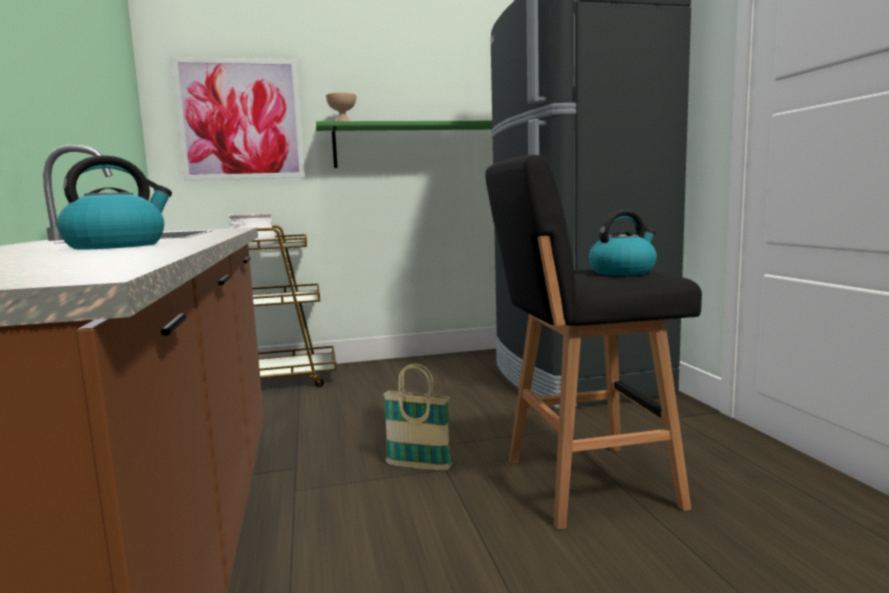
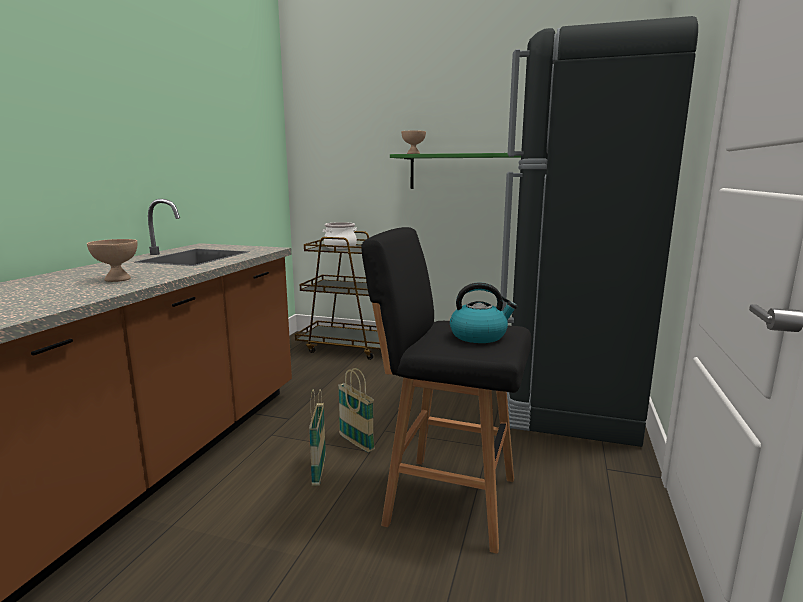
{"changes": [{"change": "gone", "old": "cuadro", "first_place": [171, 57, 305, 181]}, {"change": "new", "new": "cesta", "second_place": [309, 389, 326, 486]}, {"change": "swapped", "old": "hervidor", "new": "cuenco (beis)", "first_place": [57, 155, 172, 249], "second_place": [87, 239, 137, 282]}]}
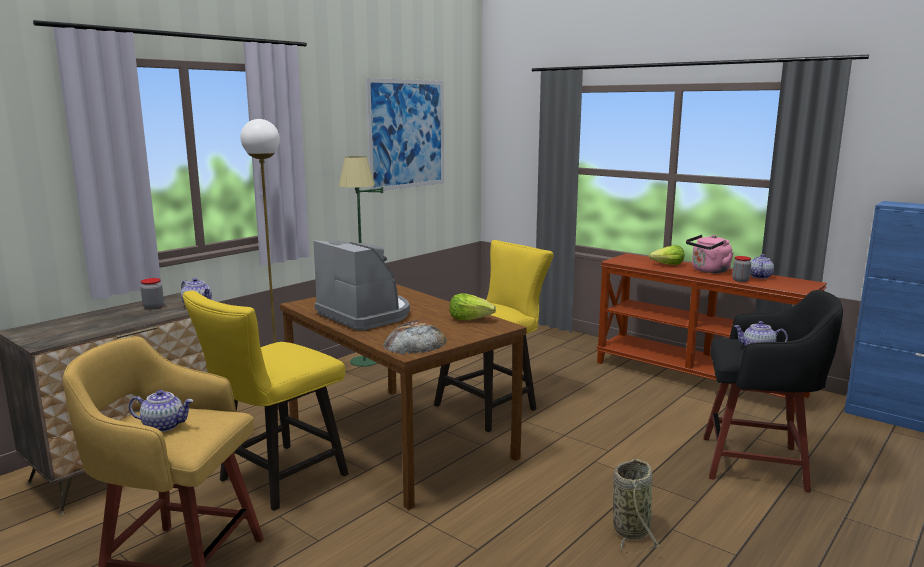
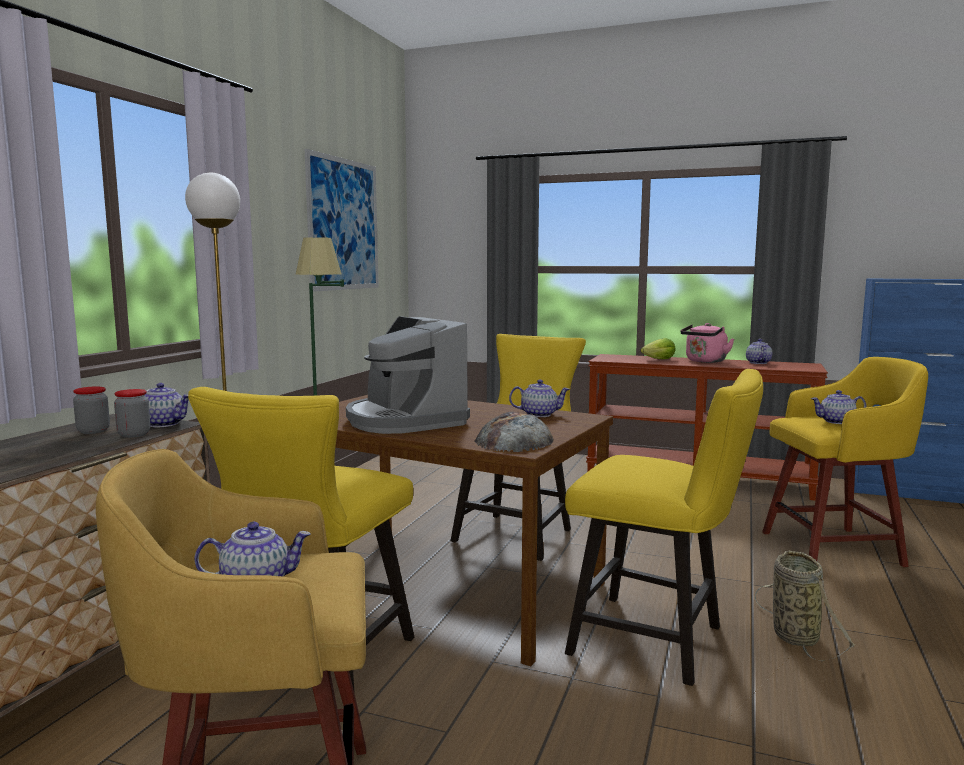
{"changes": [{"change": "new", "new": "silla (amarillo)", "second_place": [565, 369, 763, 686]}, {"change": "shifted", "old": "tarro", "first_place": [732, 256, 751, 282], "second_place": [114, 389, 150, 438]}, {"change": "swapped", "old": "lechuga", "new": "tetera", "first_place": [450, 293, 496, 320], "second_place": [509, 380, 570, 417]}, {"change": "repainted", "old": "taburete (negro)", "new": "taburete (amarillo)", "first_place": [704, 290, 843, 492], "second_place": [762, 357, 928, 567]}, {"change": "rotated", "old": "cafetera", "first_place": [313, 240, 410, 330], "second_place": [346, 316, 470, 434], "degrees": -150}]}
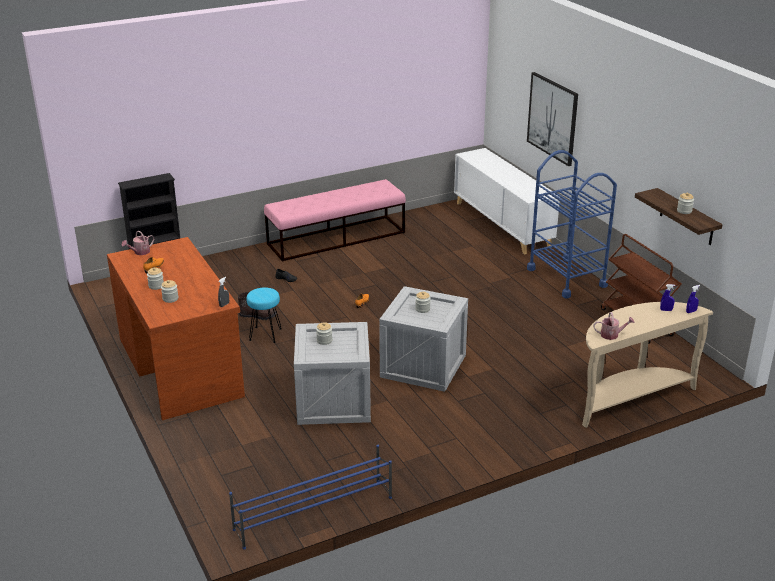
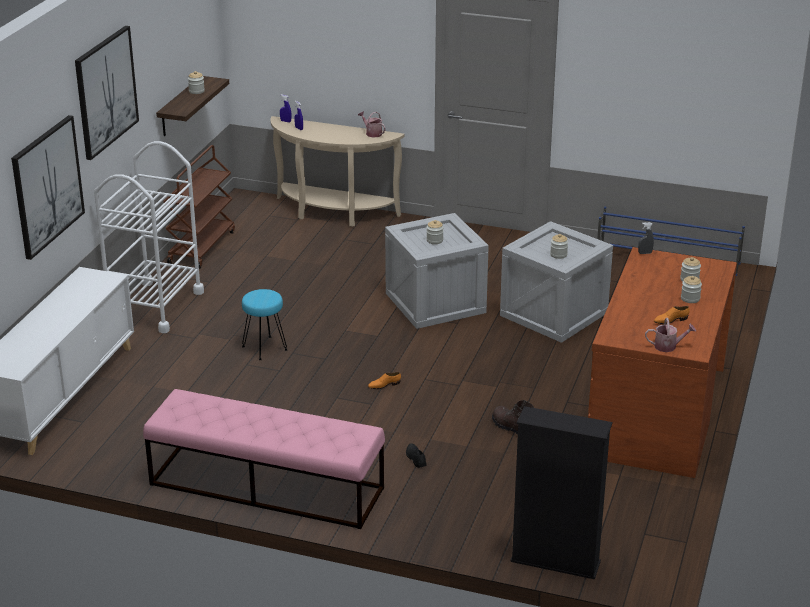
{"changes": [{"change": "new", "new": "cuadro", "second_place": [75, 26, 139, 160]}, {"change": "shifted", "old": "taburete (turquesa)", "first_place": [246, 287, 282, 343], "second_place": [242, 289, 288, 360]}, {"change": "repainted", "old": "carrito (azul)", "new": "carrito (blanco)", "first_place": [527, 150, 617, 298], "second_place": [94, 141, 204, 333]}]}
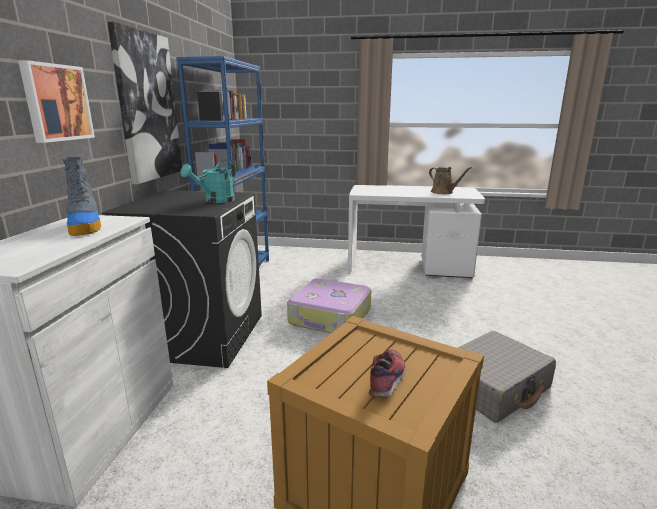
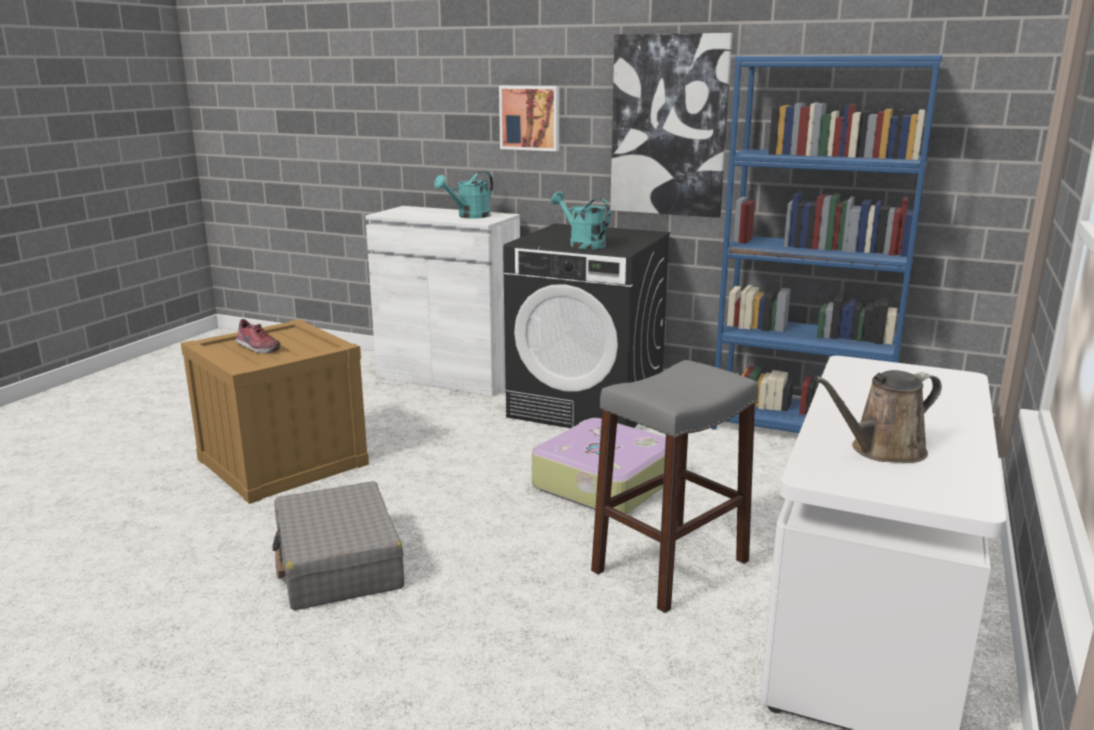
{"changes": [{"change": "new", "new": "taburete (gris)", "second_place": [591, 360, 758, 613]}, {"change": "swapped", "old": "bota", "new": "regadera (turquesa)", "first_place": [62, 157, 101, 236], "second_place": [434, 171, 493, 218]}]}
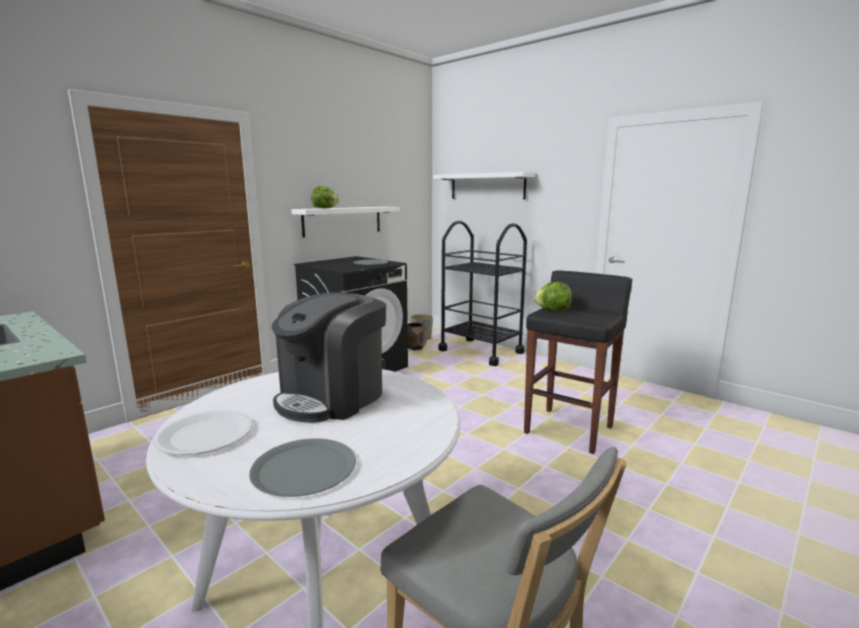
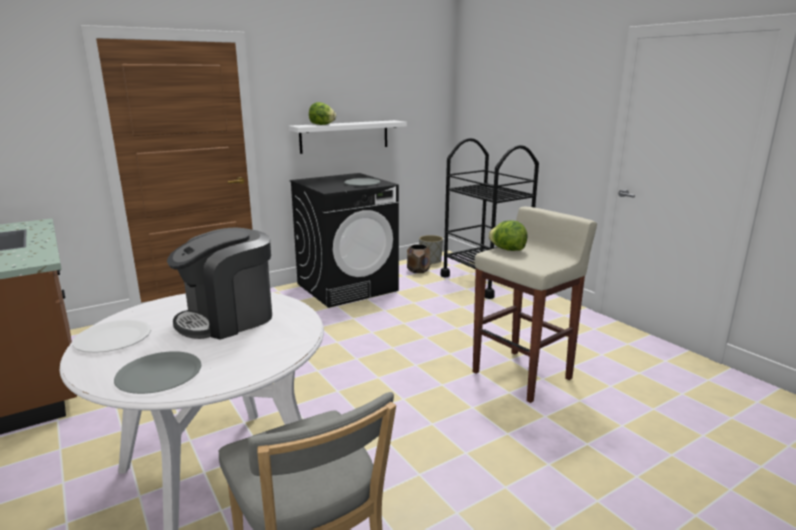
{"changes": [{"change": "gone", "old": "estante (blanco)", "first_place": [434, 172, 535, 199]}, {"change": "repainted", "old": "taburete (negro)", "new": "taburete (beis)", "first_place": [524, 270, 632, 454], "second_place": [473, 207, 597, 403]}]}
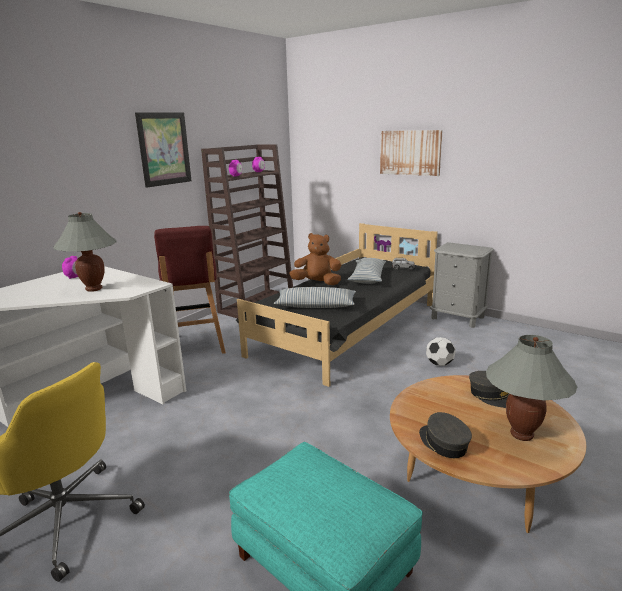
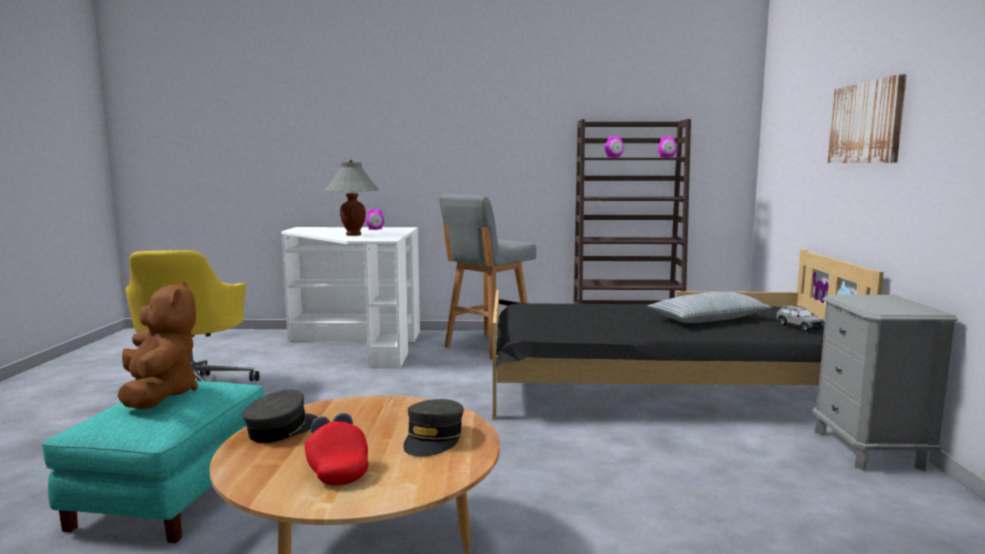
{"changes": [{"change": "gone", "old": "cuadro", "first_place": [135, 112, 191, 188]}, {"change": "gone", "old": "cojín", "first_place": [274, 287, 356, 308]}, {"change": "gone", "old": "balón de fútbol", "first_place": [426, 337, 456, 366]}, {"change": "shifted", "old": "peluche (marrón)", "first_place": [289, 233, 341, 285], "second_place": [118, 281, 198, 409]}, {"change": "swapped", "old": "lámpara de mesa (gris)", "new": "gorra (rojo)", "first_place": [486, 335, 577, 441], "second_place": [305, 413, 369, 485]}, {"change": "repainted", "old": "taburete (rojo)", "new": "taburete (gris)", "first_place": [154, 226, 226, 354], "second_place": [439, 194, 536, 359]}]}
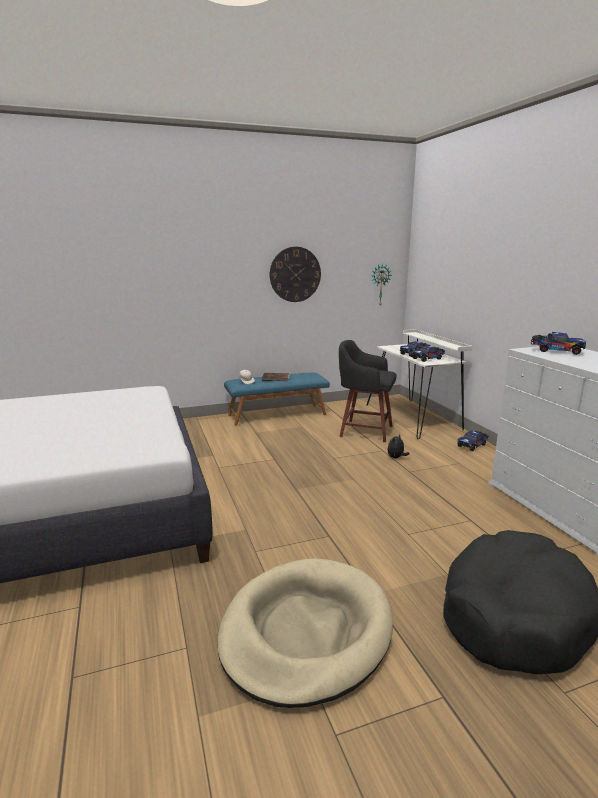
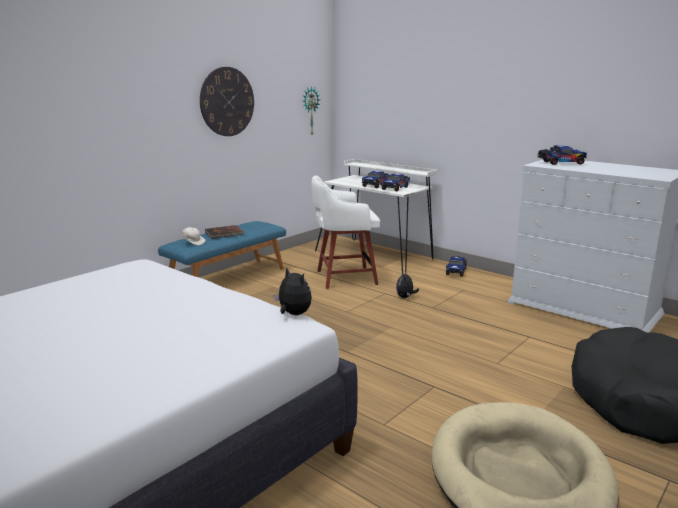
{"changes": [{"change": "new", "new": "peluche", "second_place": [273, 268, 312, 315]}, {"change": "repainted", "old": "taburete (negro)", "new": "taburete (blanco)", "first_place": [339, 340, 397, 442], "second_place": [311, 176, 380, 289]}]}
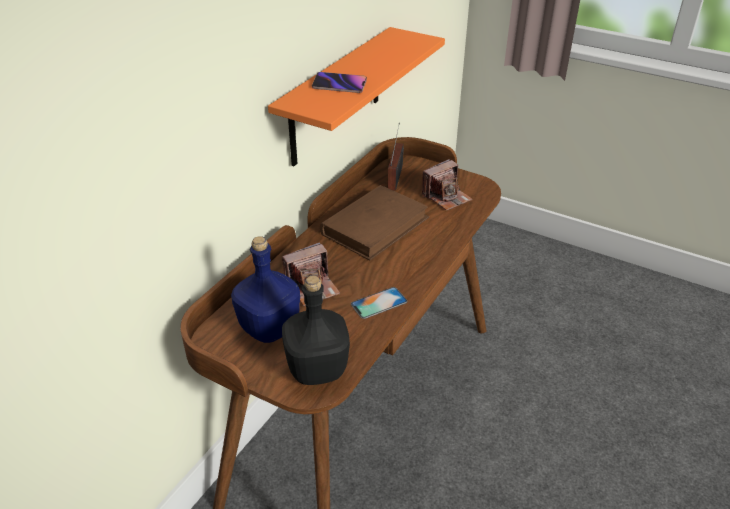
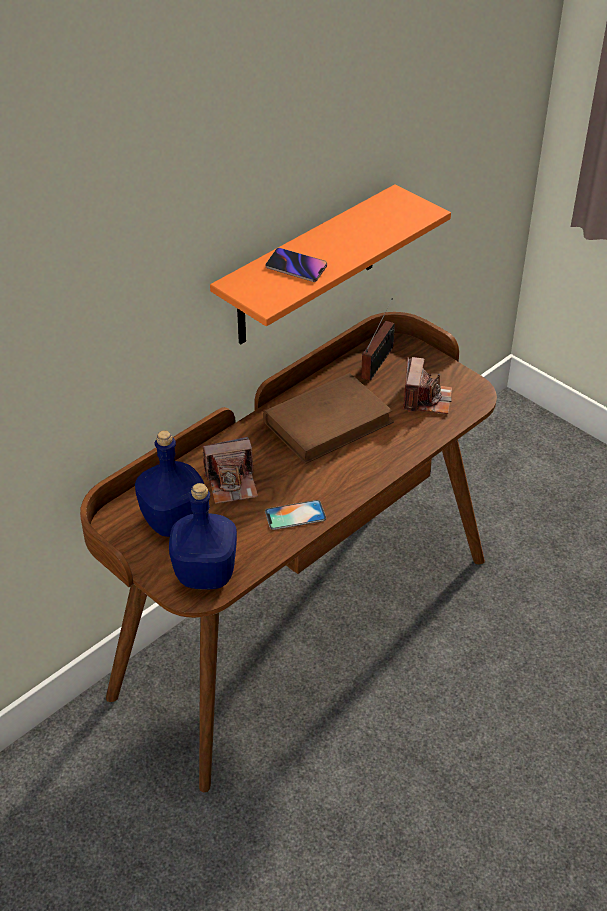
{"changes": [{"change": "repainted", "old": "botella (negro)", "new": "botella (azul)", "first_place": [282, 275, 350, 385], "second_place": [169, 483, 237, 590]}, {"change": "rotated", "old": "cámara", "first_place": [422, 159, 472, 211], "second_place": [403, 357, 452, 414], "degrees": -60}]}
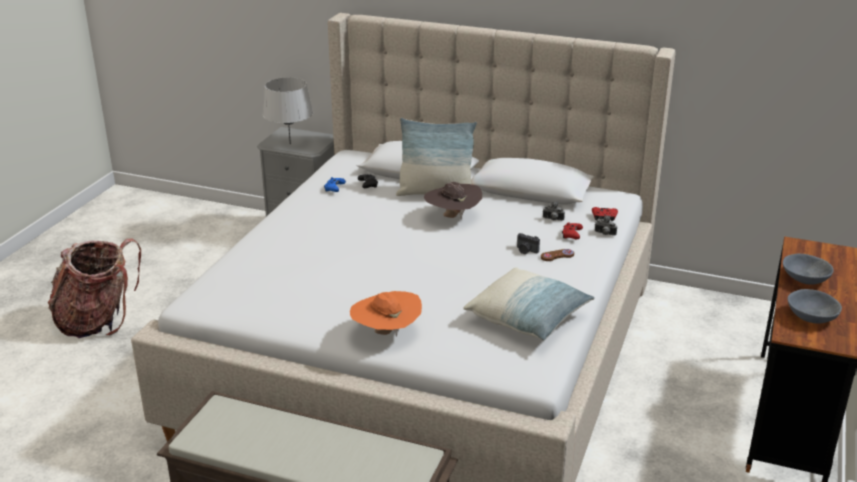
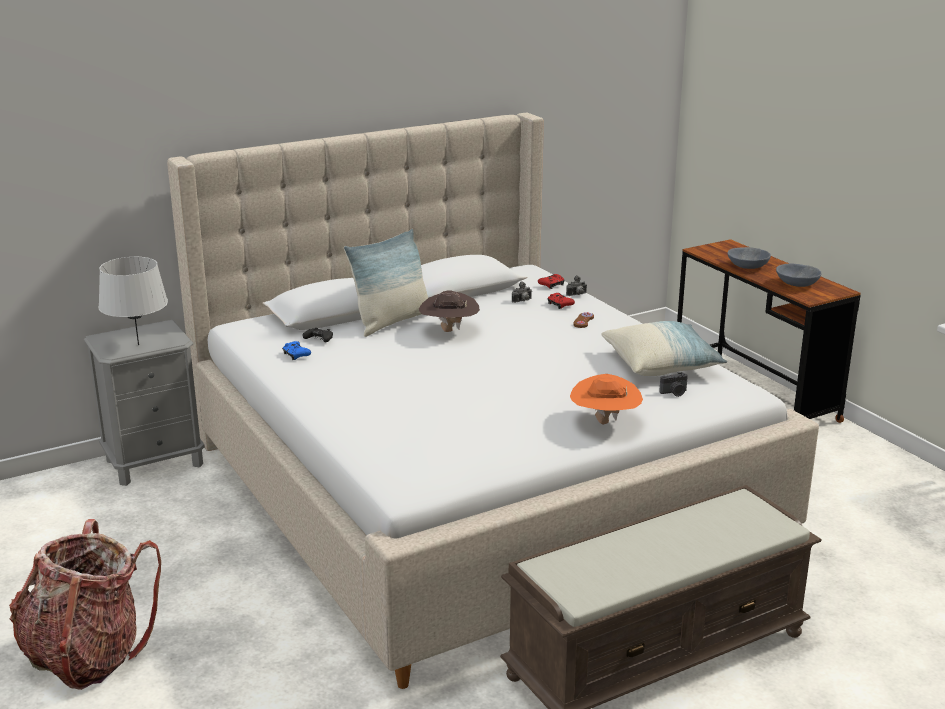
{"changes": [{"change": "shifted", "old": "cámara", "first_place": [517, 233, 540, 254], "second_place": [659, 372, 688, 397]}]}
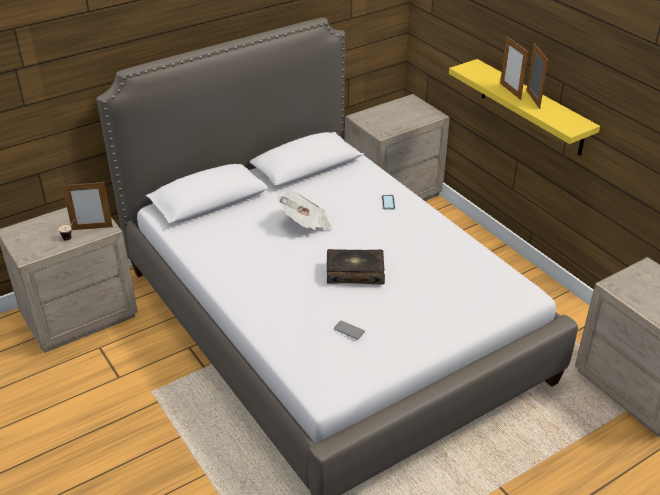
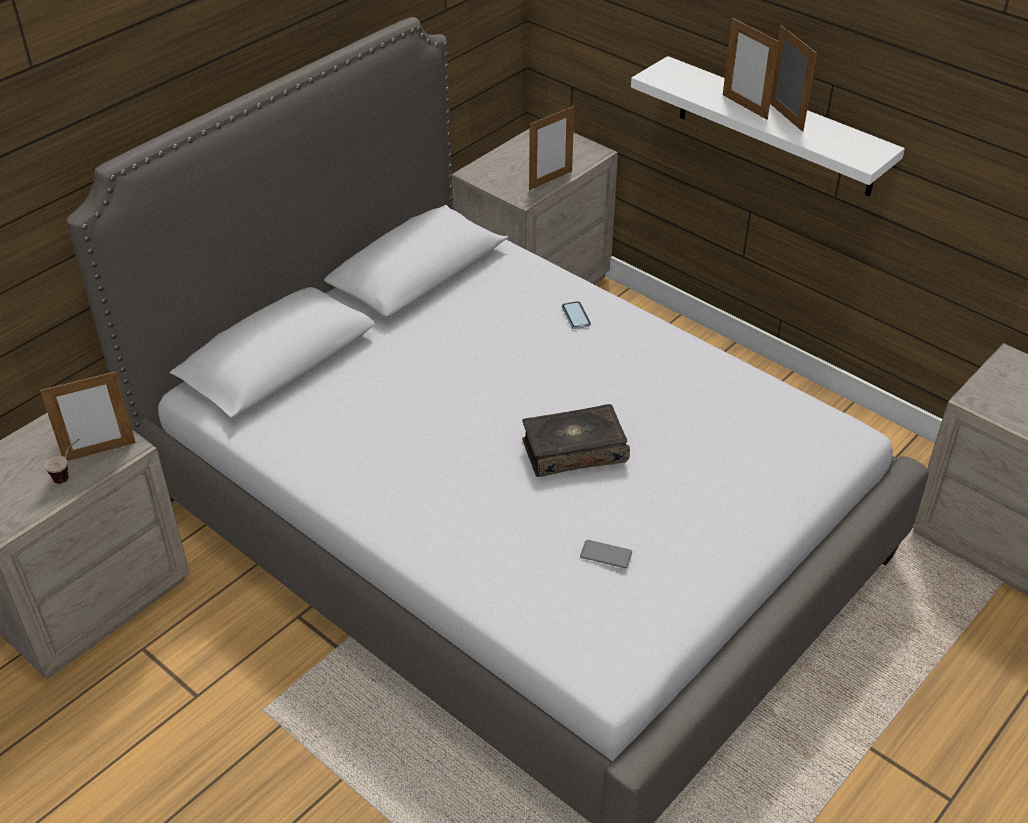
{"changes": [{"change": "gone", "old": "periódico", "first_place": [278, 192, 333, 230]}, {"change": "new", "new": "portarretratos", "second_place": [529, 106, 574, 190]}, {"change": "repainted", "old": "estante (amarillo)", "new": "estante (blanco)", "first_place": [449, 59, 600, 156], "second_place": [631, 56, 905, 197]}]}
